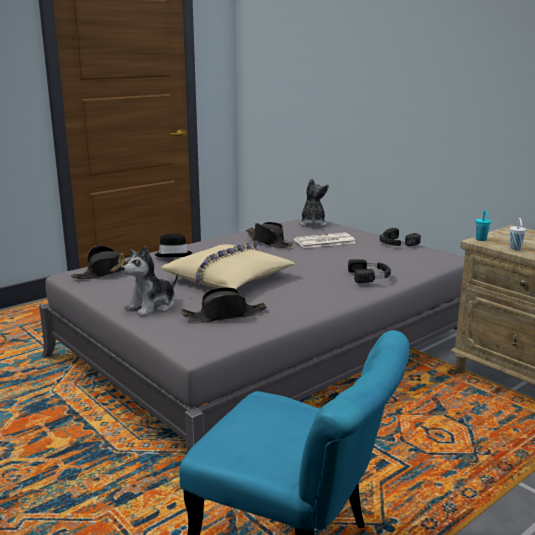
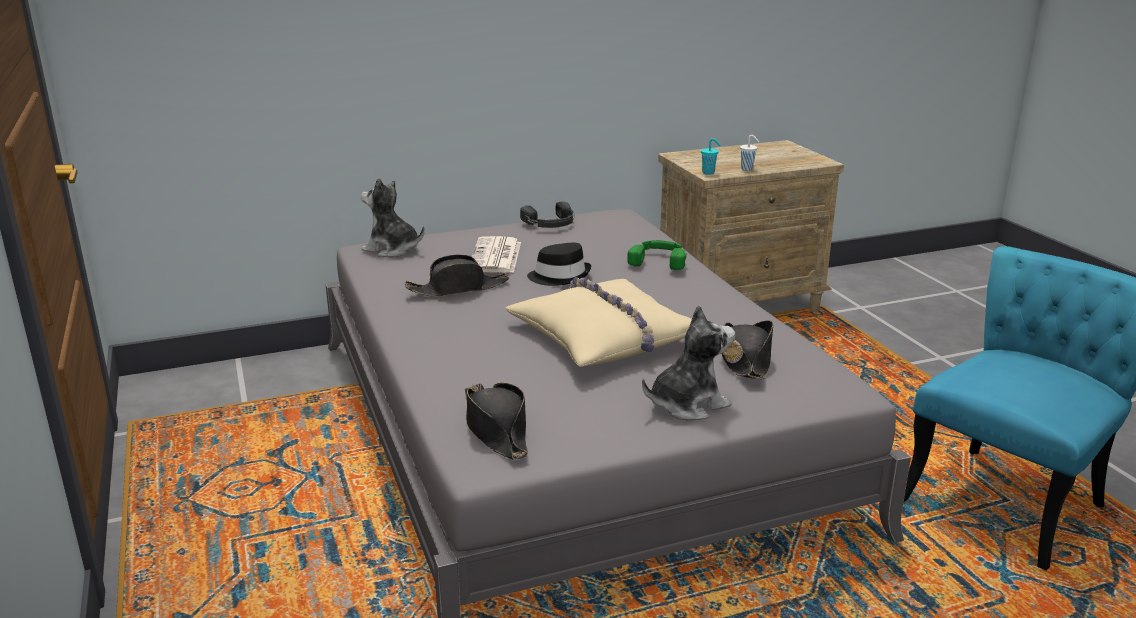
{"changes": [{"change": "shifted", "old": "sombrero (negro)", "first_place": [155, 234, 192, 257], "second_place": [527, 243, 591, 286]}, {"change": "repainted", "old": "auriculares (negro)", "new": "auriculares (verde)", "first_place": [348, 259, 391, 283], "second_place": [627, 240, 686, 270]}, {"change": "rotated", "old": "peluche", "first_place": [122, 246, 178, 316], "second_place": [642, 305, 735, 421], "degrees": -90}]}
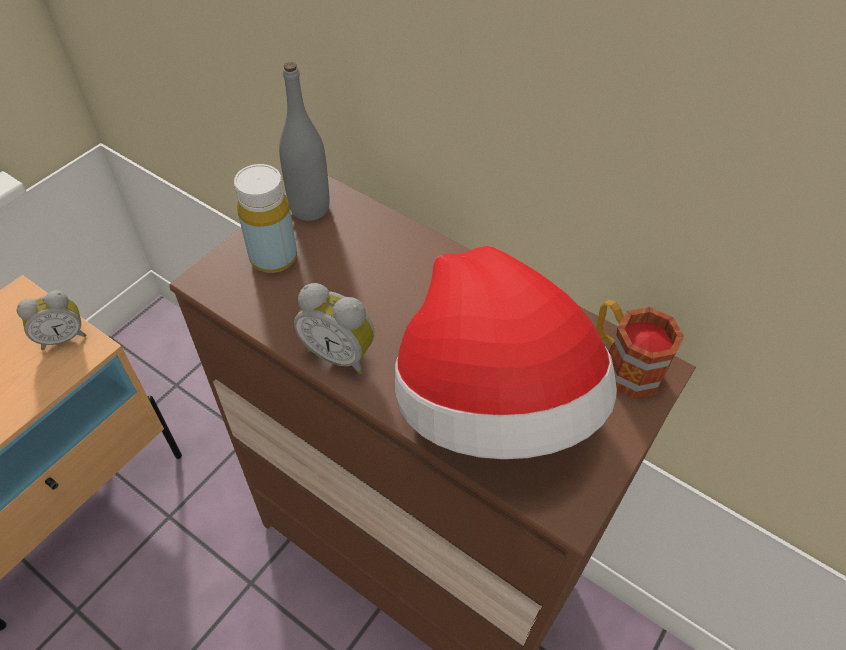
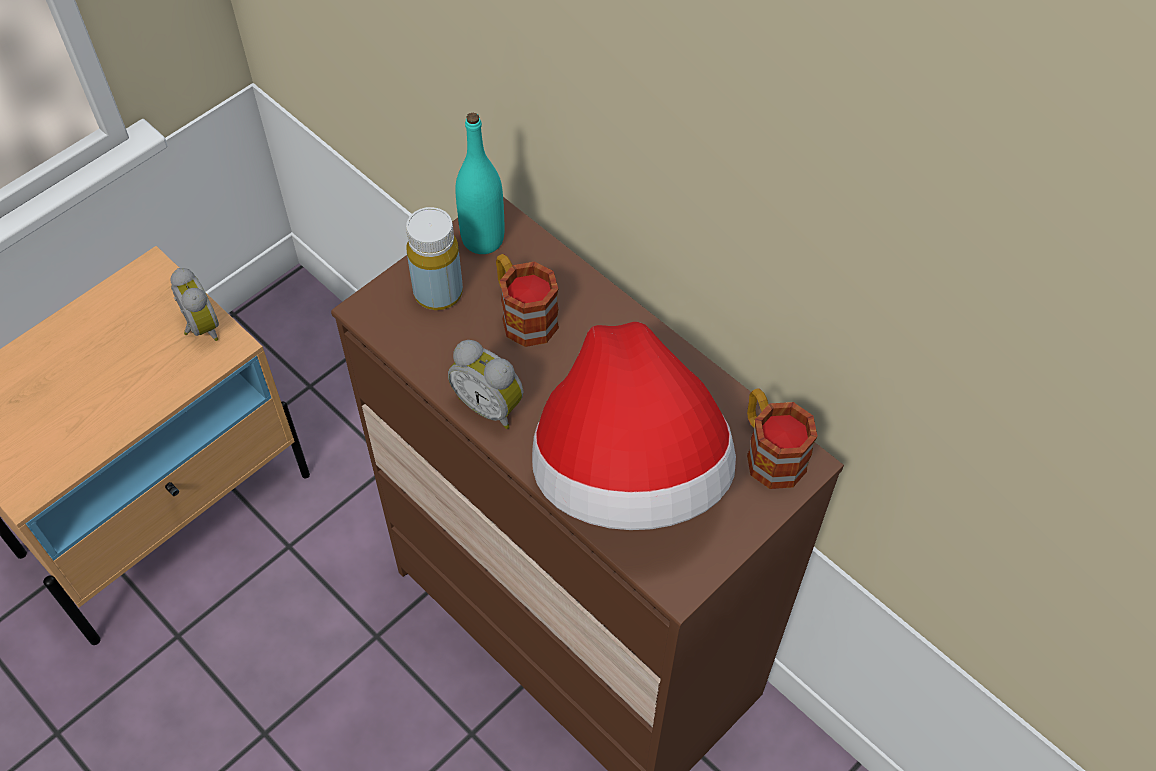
{"changes": [{"change": "new", "new": "taza grande", "second_place": [496, 254, 559, 347]}, {"change": "repainted", "old": "botella (gris)", "new": "botella (turquesa)", "first_place": [279, 62, 330, 221], "second_place": [455, 113, 504, 254]}, {"change": "rotated", "old": "despertador", "first_place": [17, 290, 86, 350], "second_place": [170, 268, 219, 341], "degrees": -105}]}
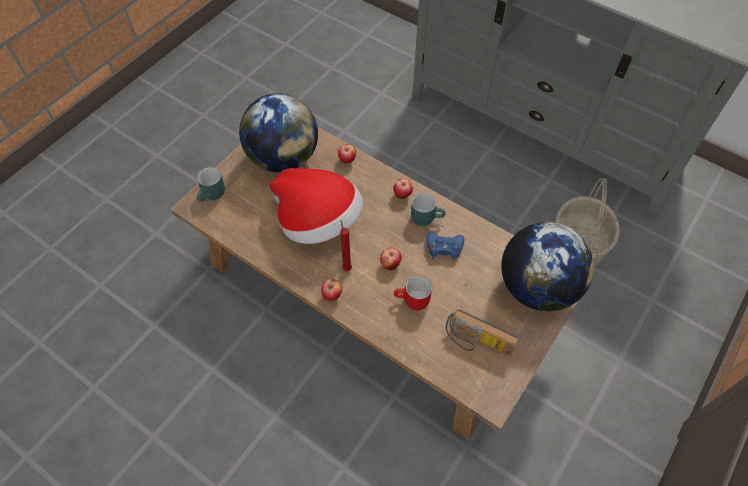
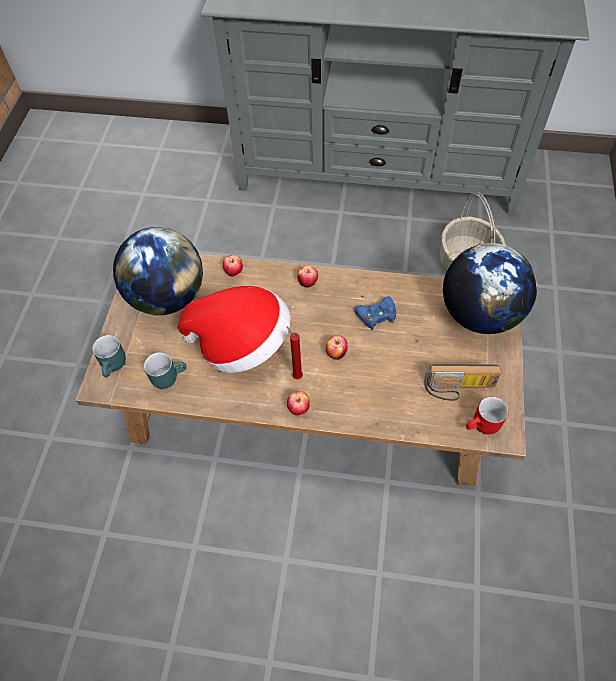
{"changes": [{"change": "shifted", "old": "taza grande (rojo)", "first_place": [394, 276, 432, 310], "second_place": [466, 396, 509, 434]}, {"change": "shifted", "old": "taza grande (turquesa)", "first_place": [411, 193, 446, 226], "second_place": [144, 352, 187, 389]}]}
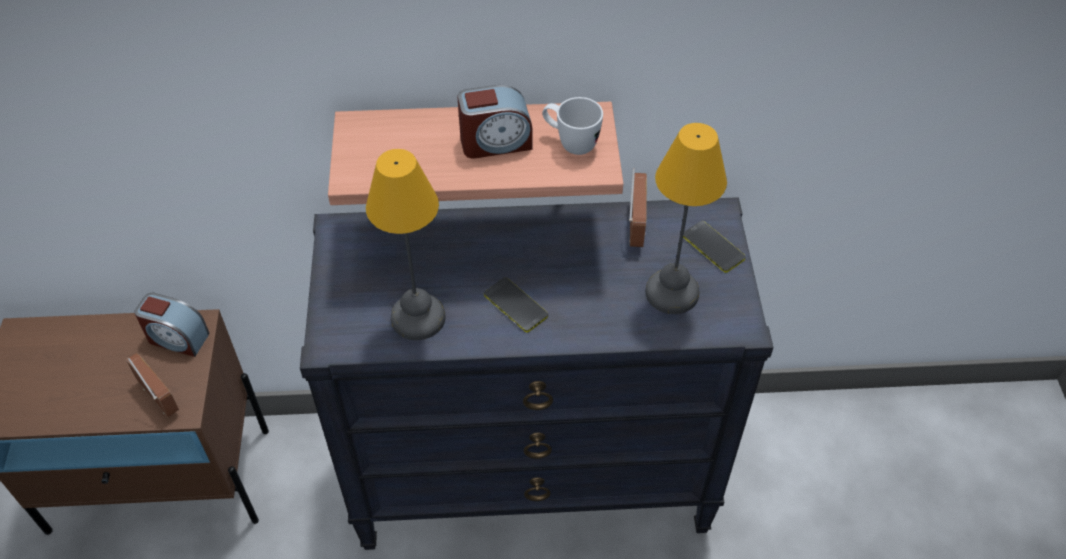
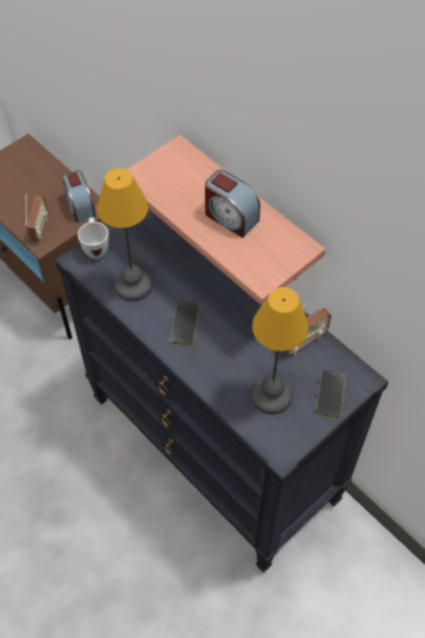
{"changes": [{"change": "shifted", "old": "taza grande (blanco)", "first_place": [542, 97, 603, 155], "second_place": [78, 218, 109, 259]}]}
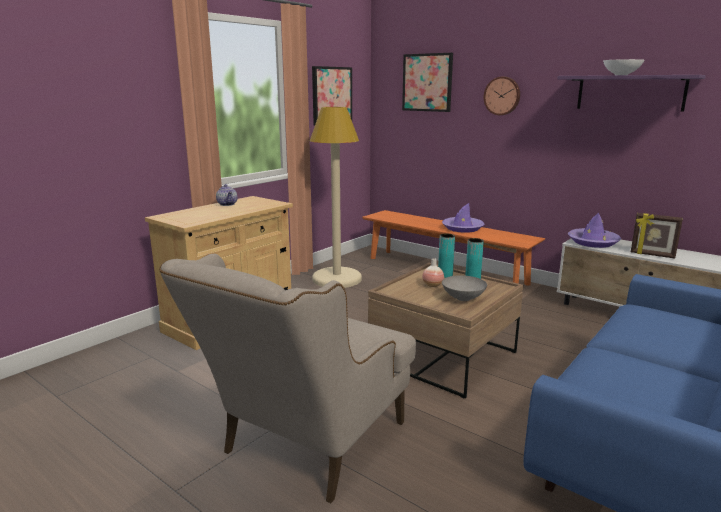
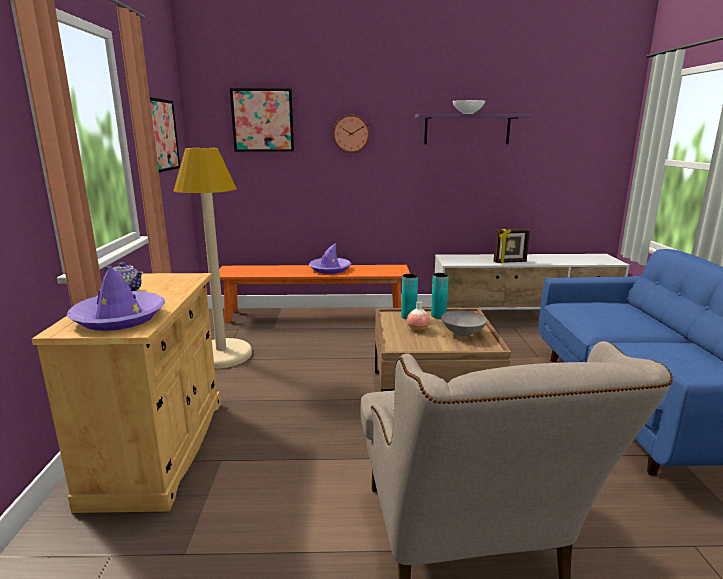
{"changes": [{"change": "shifted", "old": "sombrero (morado)", "first_place": [568, 213, 621, 248], "second_place": [67, 266, 165, 331]}]}
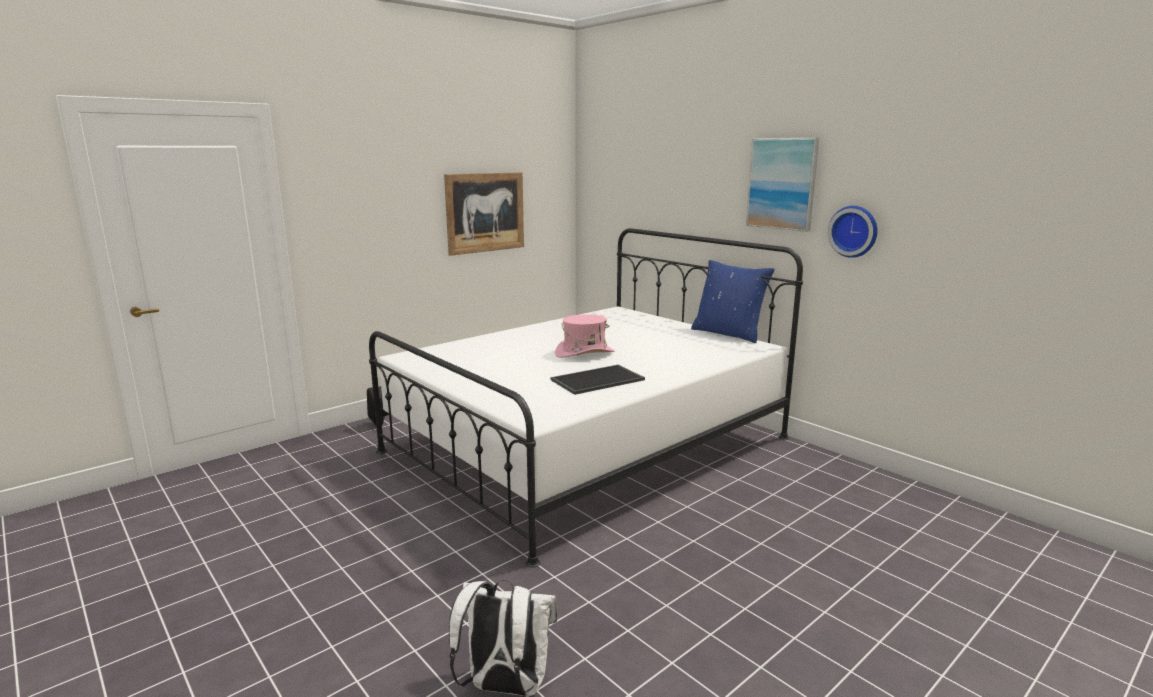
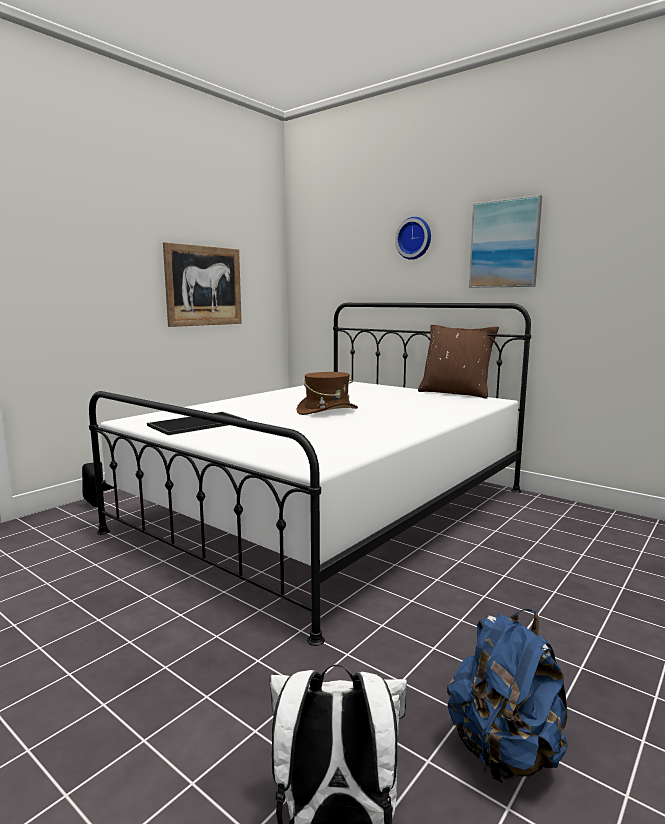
{"changes": [{"change": "new", "new": "mochila (azul)", "second_place": [447, 609, 568, 783]}, {"change": "shifted", "old": "bandeja", "first_place": [550, 365, 645, 395], "second_place": [147, 412, 247, 435]}, {"change": "shifted", "old": "reloj de pared", "first_place": [828, 206, 878, 258], "second_place": [395, 217, 431, 260]}, {"change": "repainted", "old": "sombrero (rosa)", "new": "sombrero (marrón)", "first_place": [555, 314, 614, 358], "second_place": [296, 372, 358, 415]}, {"change": "repainted", "old": "cojín (azul)", "new": "cojín (marrón)", "first_place": [691, 260, 774, 343], "second_place": [418, 325, 499, 399]}]}
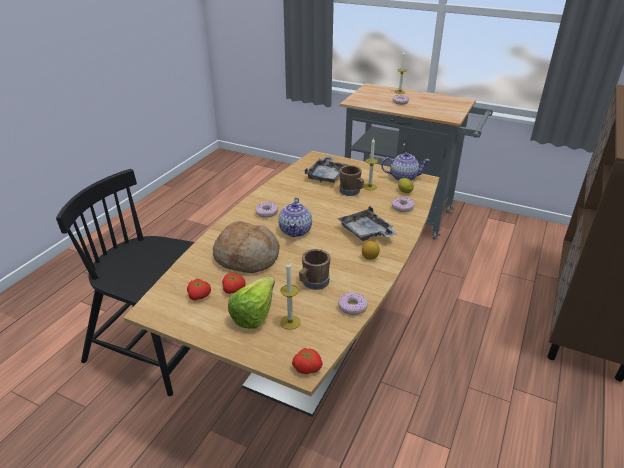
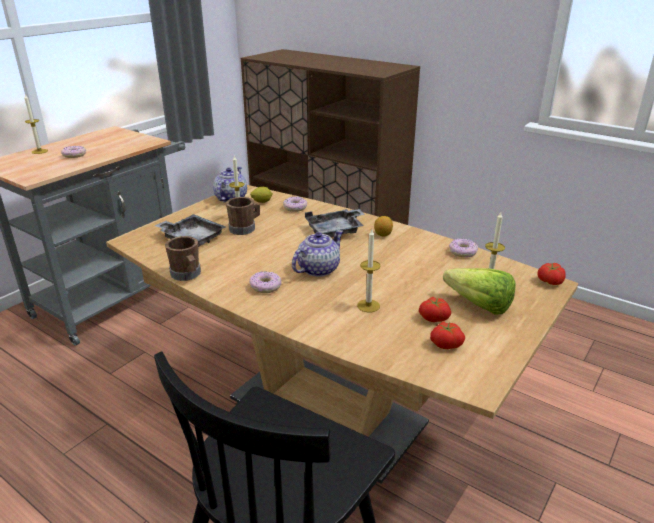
{"changes": [{"change": "shifted", "old": "taza grande (marrón)", "first_place": [299, 249, 331, 290], "second_place": [165, 236, 201, 281]}, {"change": "swapped", "old": "pan", "new": "vela", "first_place": [213, 221, 280, 273], "second_place": [357, 229, 381, 312]}, {"change": "rotated", "old": "tetera", "first_place": [279, 198, 312, 237], "second_place": [292, 230, 344, 277], "degrees": -60}]}
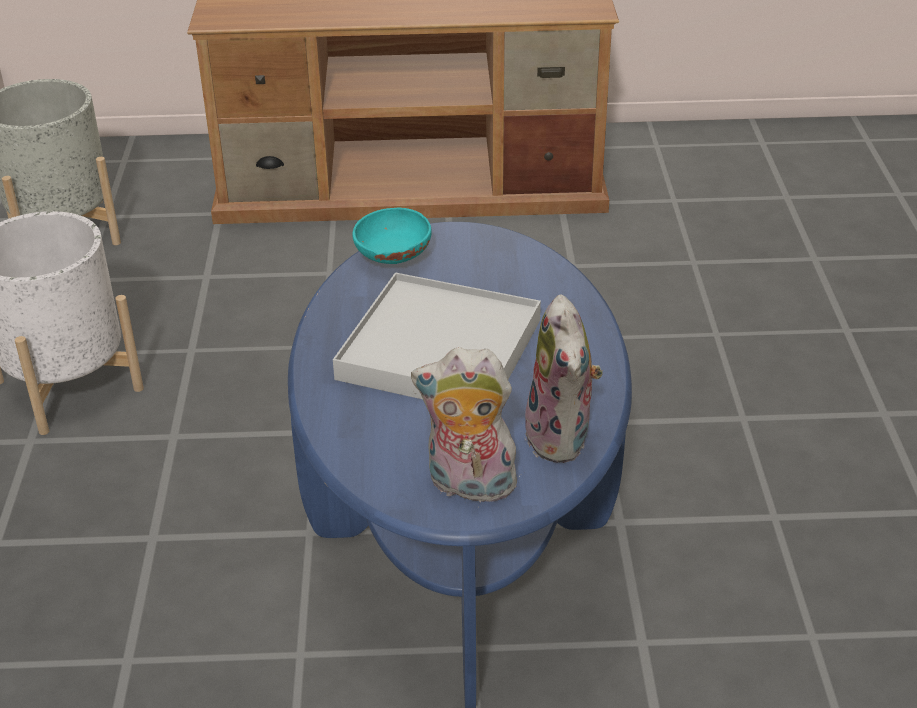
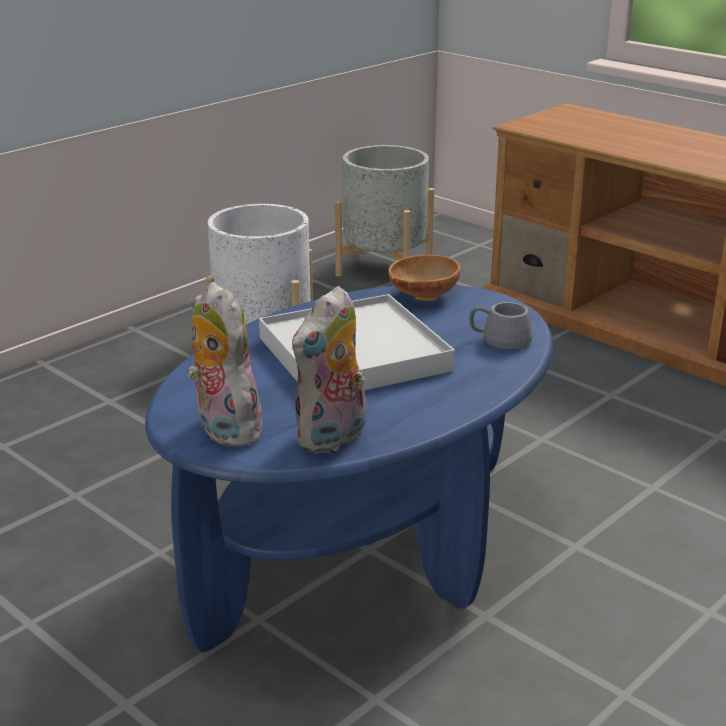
{"changes": [{"change": "new", "new": "taza grande (gris)", "second_place": [470, 302, 533, 350]}, {"change": "repainted", "old": "cuenco (turquesa)", "new": "cuenco (marrón)", "first_place": [353, 208, 432, 264], "second_place": [388, 255, 461, 301]}]}
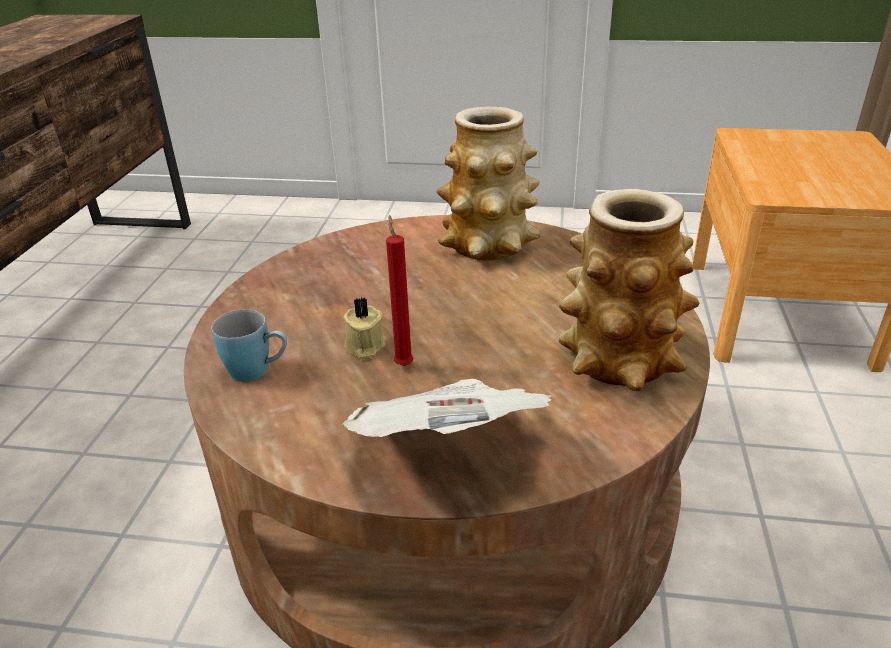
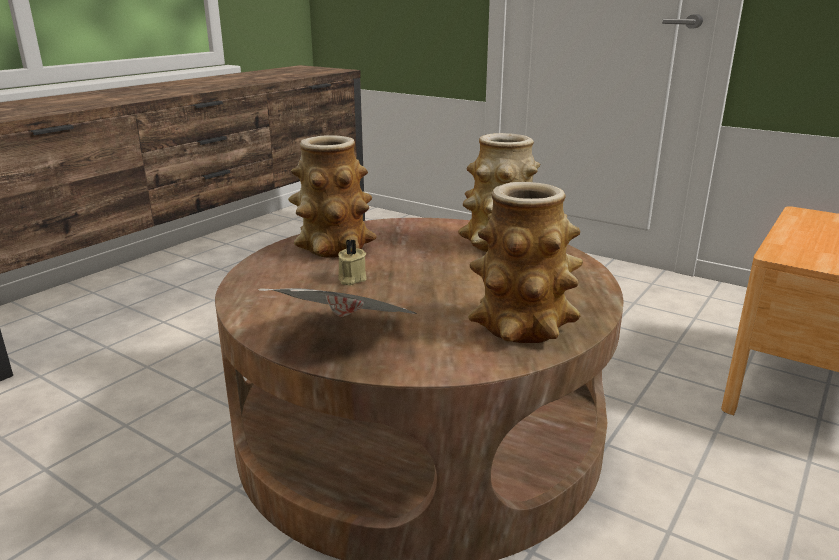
{"changes": [{"change": "gone", "old": "taza grande (azul)", "first_place": [211, 309, 287, 382]}, {"change": "gone", "old": "vela (rojo)", "first_place": [386, 215, 413, 366]}, {"change": "new", "new": "florero", "second_place": [288, 135, 377, 258]}]}
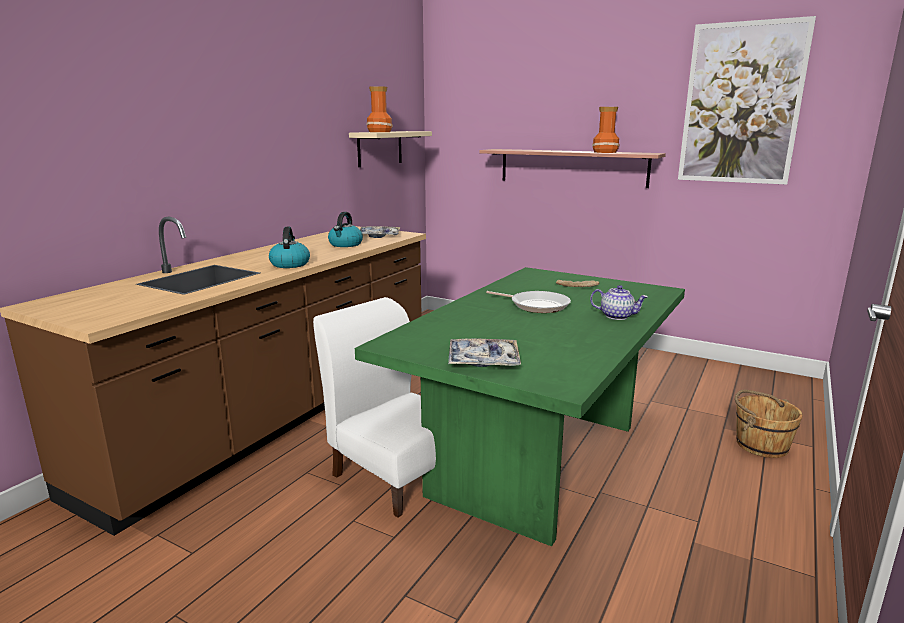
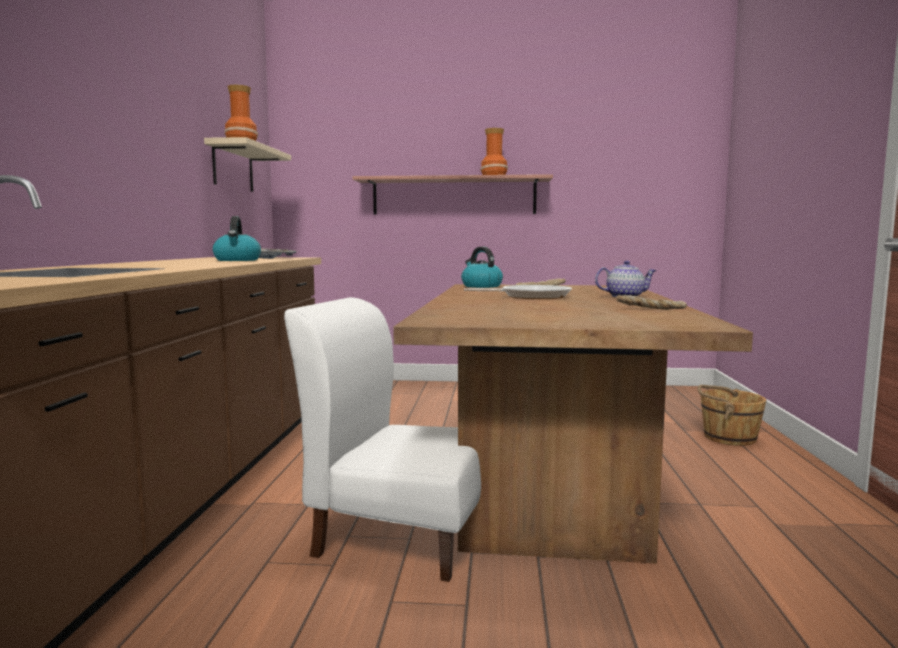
{"changes": [{"change": "gone", "old": "bandeja", "first_place": [448, 339, 521, 367]}, {"change": "gone", "old": "cuadro", "first_place": [678, 16, 816, 184]}, {"change": "new", "new": "pan", "second_place": [616, 295, 687, 310]}, {"change": "shifted", "old": "hervidor", "first_place": [269, 227, 310, 268], "second_place": [461, 247, 503, 288]}, {"change": "repainted", "old": "mesa de comedor (verde)", "new": "mesa de comedor (marrón)", "first_place": [355, 267, 685, 546], "second_place": [393, 284, 753, 564]}]}
